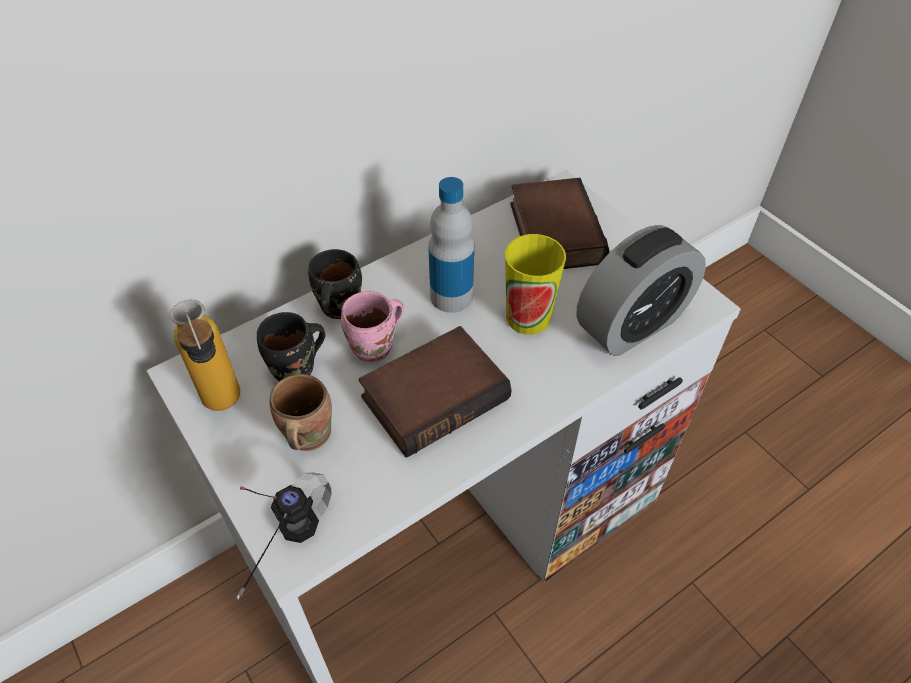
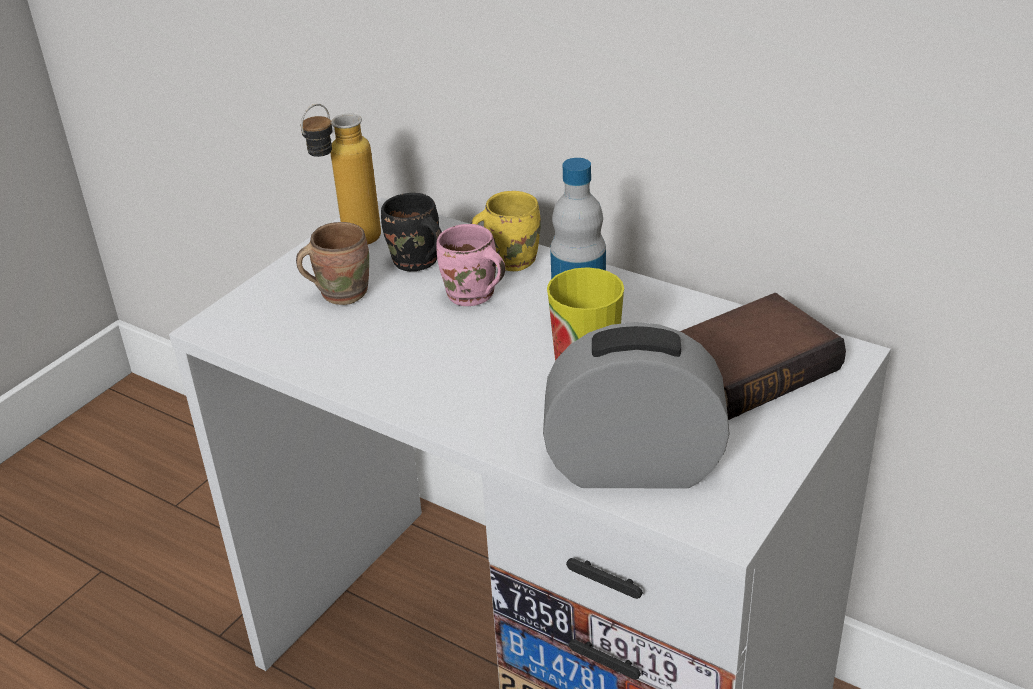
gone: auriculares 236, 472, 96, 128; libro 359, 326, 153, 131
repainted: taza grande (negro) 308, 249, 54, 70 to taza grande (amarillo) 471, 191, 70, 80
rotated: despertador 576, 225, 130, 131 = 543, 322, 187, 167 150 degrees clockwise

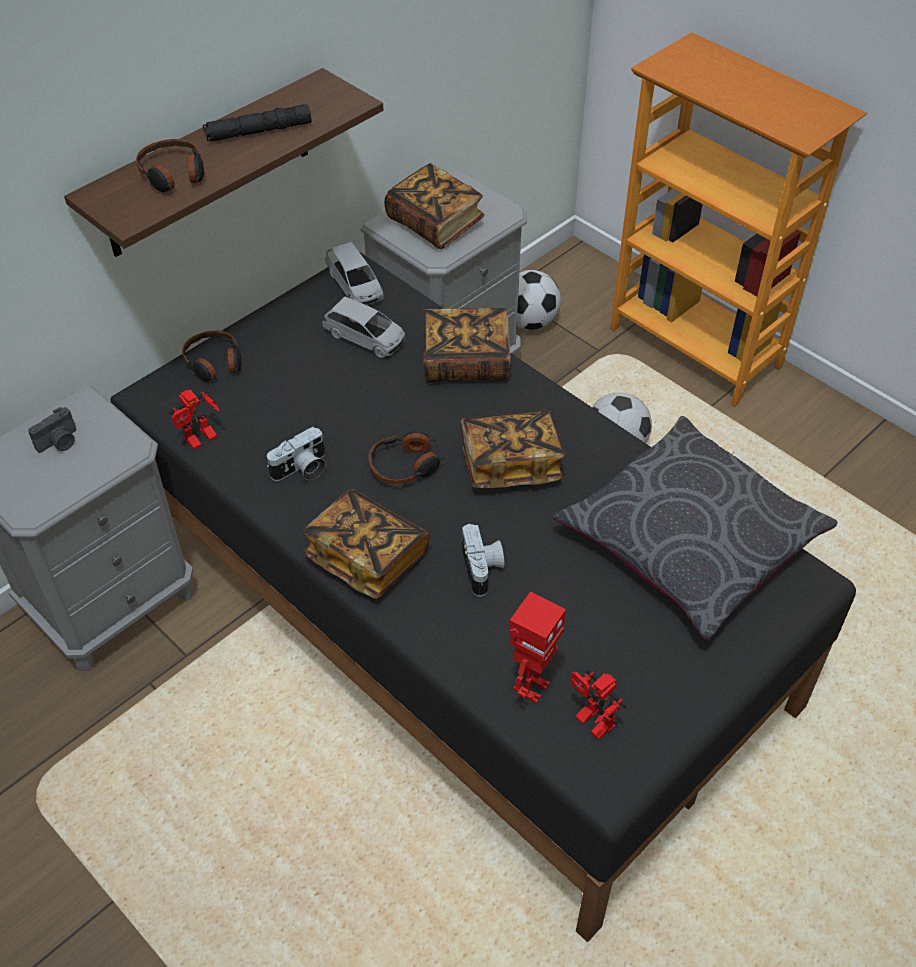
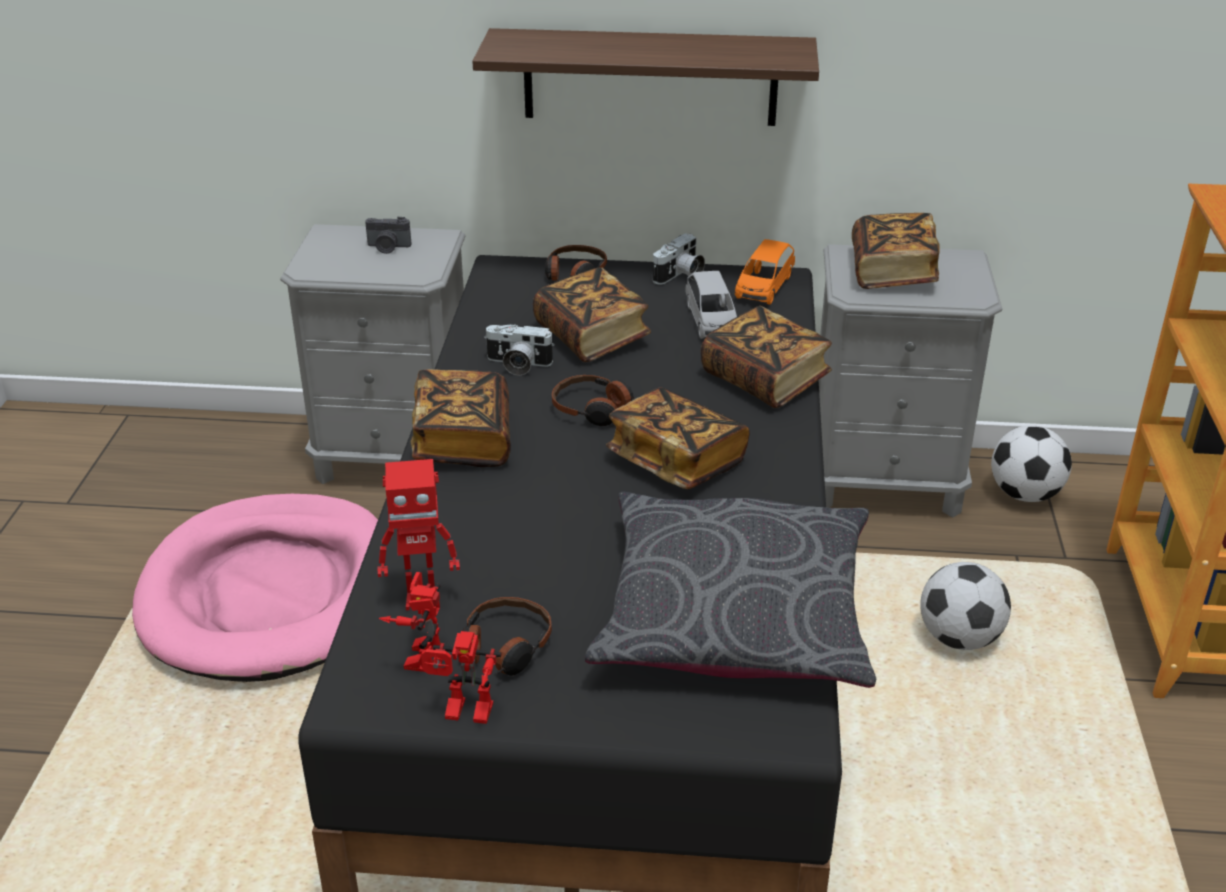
gone: linterna (negro) 203, 104, 108, 37
new: cama para perro (rosa) 132, 494, 246, 188; libro 533, 267, 118, 95
shifted: auriculares 136, 139, 68, 53 to 462, 597, 90, 79; robot de juguete 169, 389, 51, 61 to 421, 631, 81, 93; cámara 461, 524, 43, 73 to 653, 233, 52, 51
repainted: coche de juguete (gris) 325, 242, 59, 63 to coche de juguete (naranja) 735, 239, 60, 66

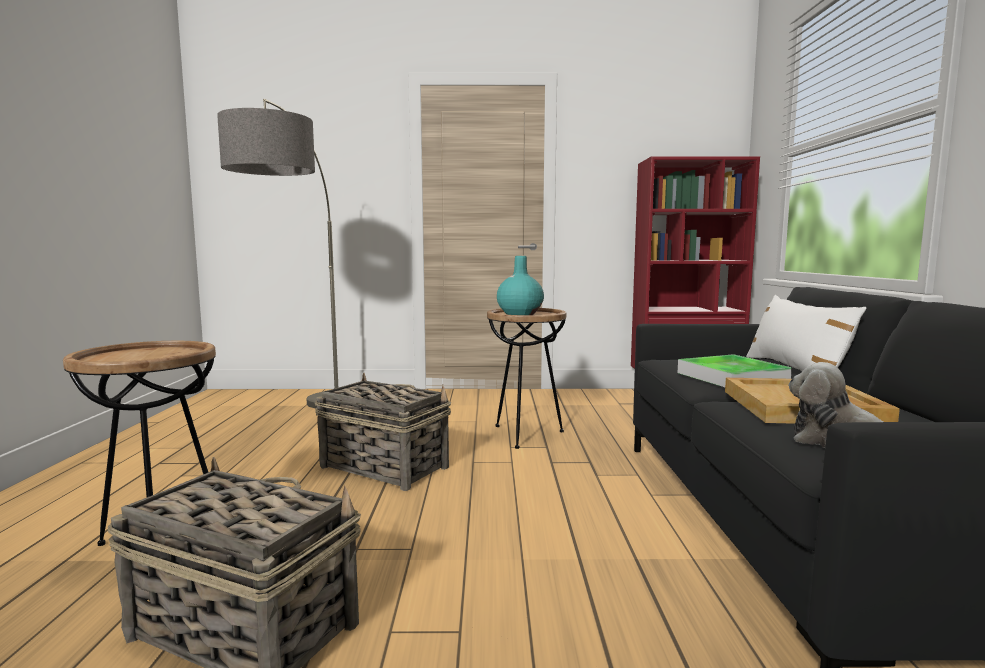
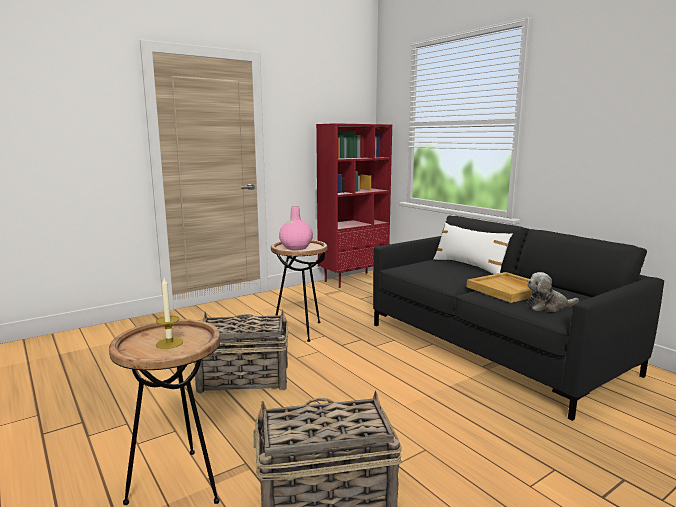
gone: lámpara de pie 217, 99, 122, 309; bandeja 678, 354, 114, 33
new: vela 156, 278, 27, 71
repainted: florero (turquesa) 497, 256, 47, 59 to florero (rosa) 279, 206, 34, 44

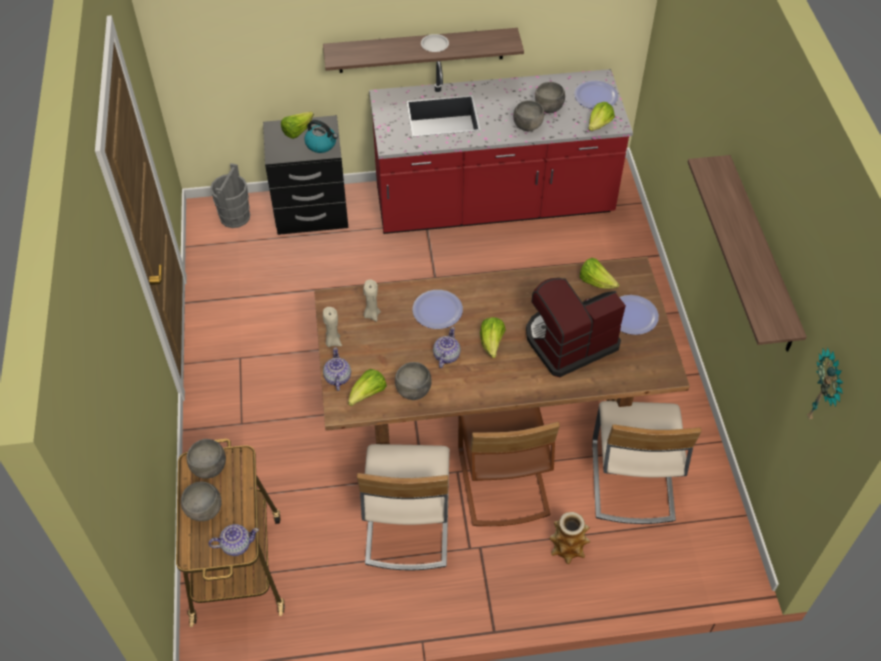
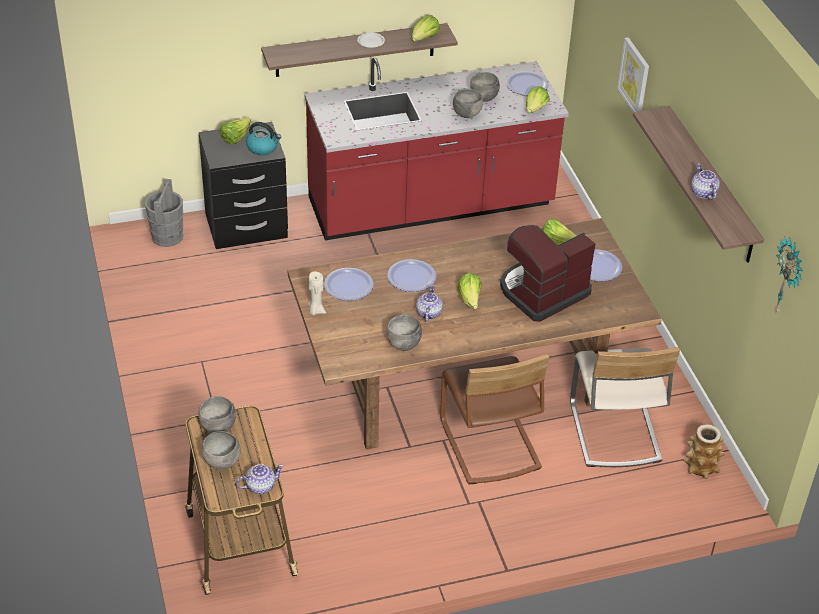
gone: silla (beis) 357, 444, 93, 126
new: cuadro 617, 37, 32, 75
shifted: tetera 323, 347, 28, 44 to 691, 163, 29, 37; lechuga 348, 369, 39, 37 to 412, 15, 28, 27; florero 549, 512, 41, 52 to 683, 424, 42, 55
swapped: vela (beis) 363, 279, 18, 43 to plato 324, 268, 50, 33

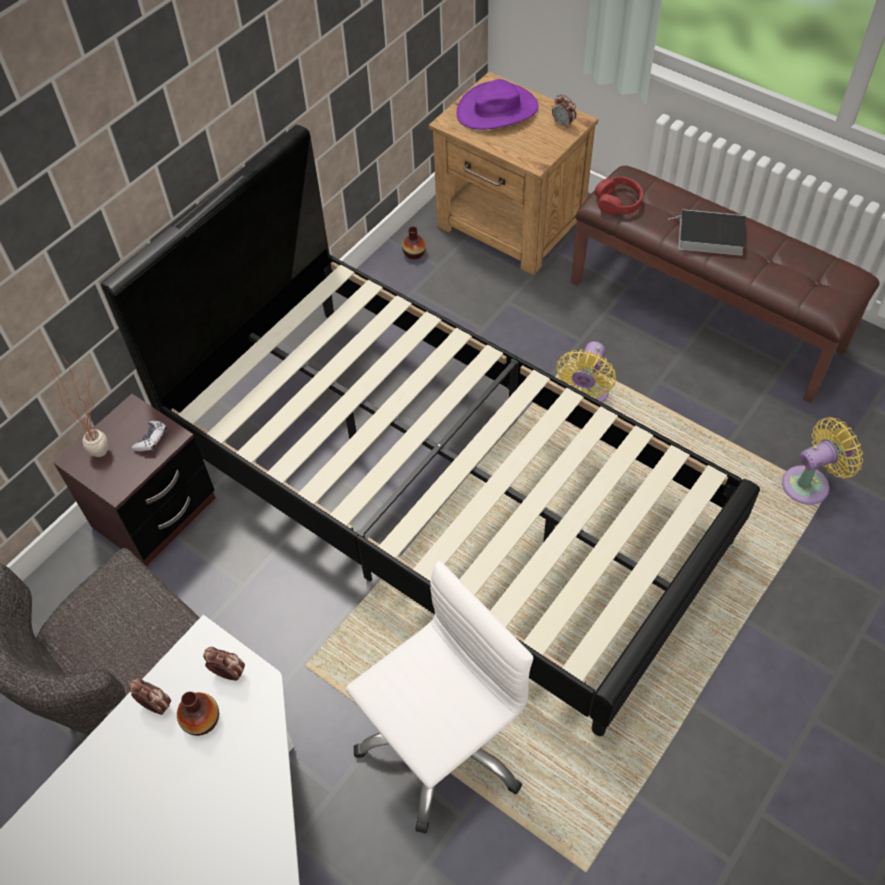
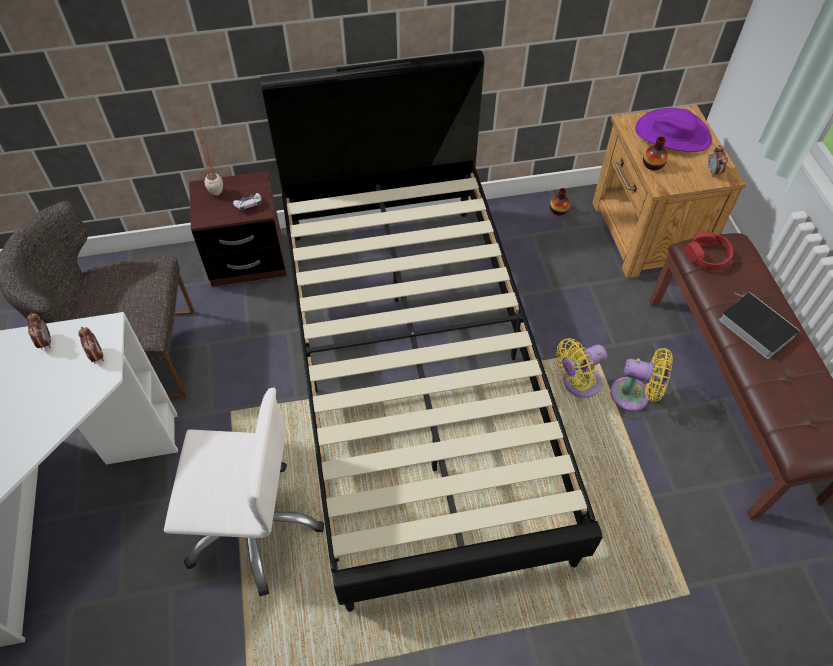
shifted: florero 177, 691, 42, 45 to 643, 136, 25, 34; ventilador (amarillo) 782, 417, 81, 88 to 610, 348, 63, 64

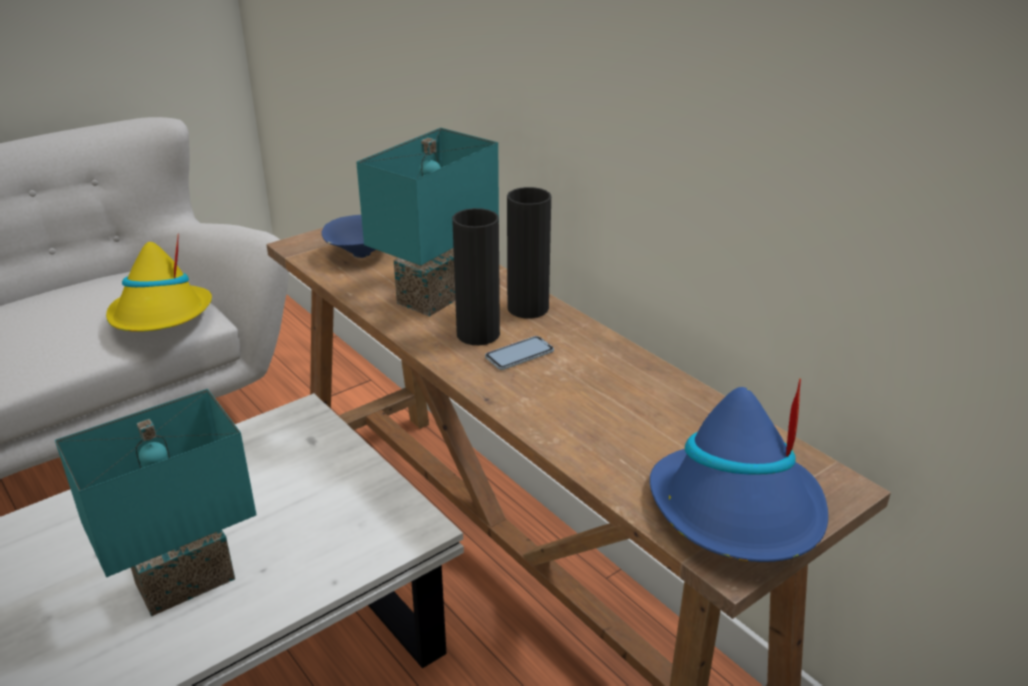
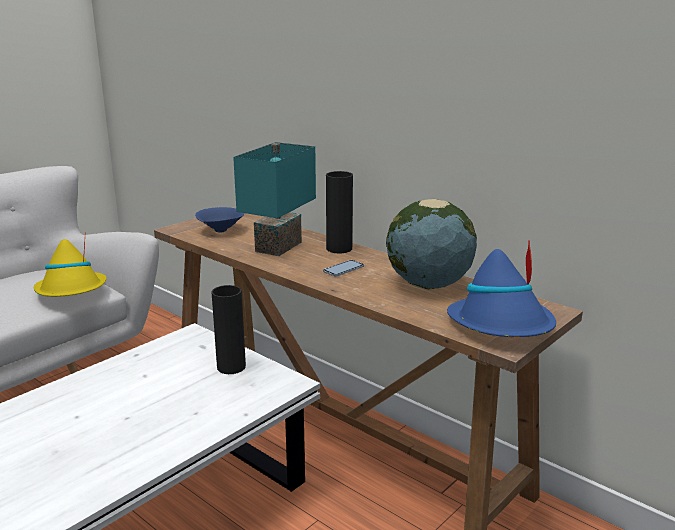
gone: lámpara de mesa (turquesa) 55, 389, 201, 227
new: globo terráqueo 386, 199, 91, 90
shifted: florero (negro) 452, 208, 48, 137 to 212, 285, 34, 89

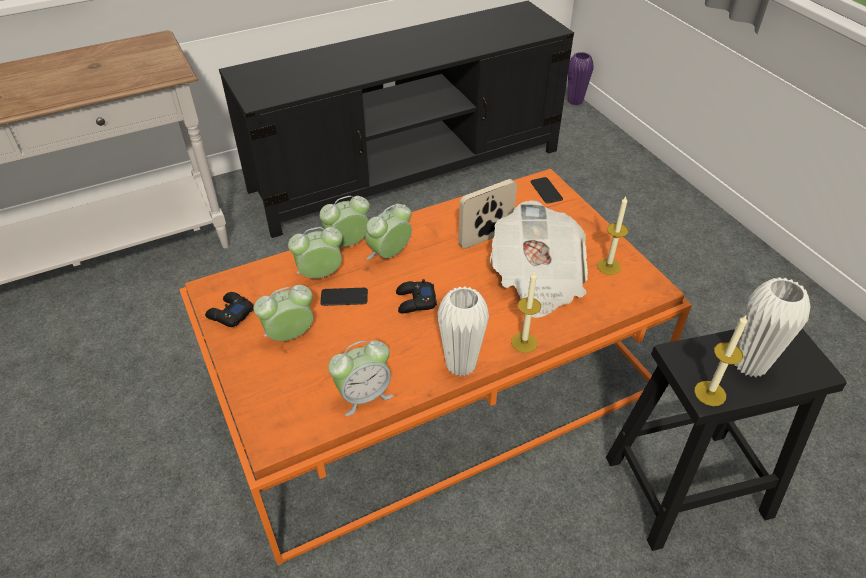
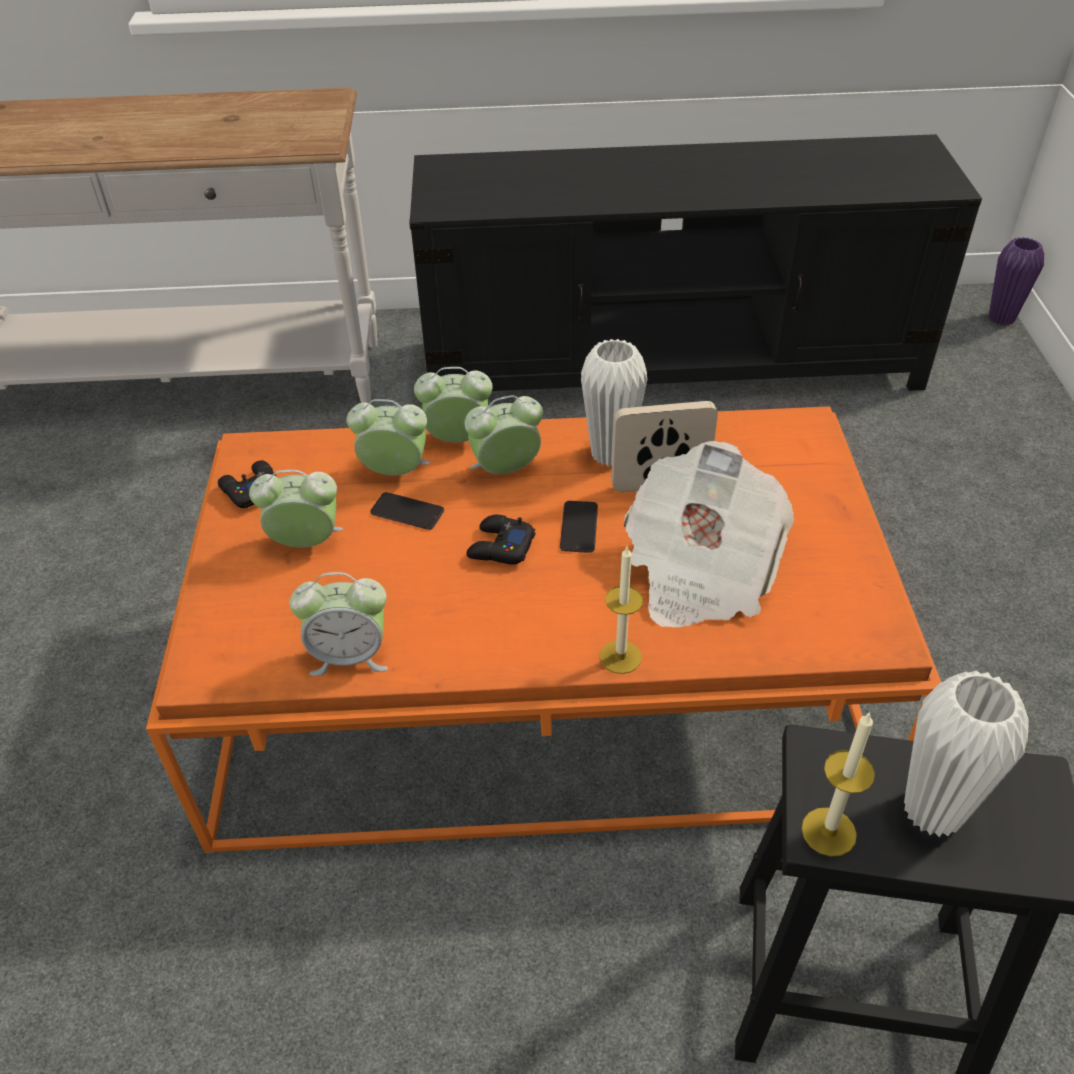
gone: vela 597, 196, 32, 79
shifted: florero (blanco) 437, 286, 52, 90 to 581, 339, 66, 128; móvil 530, 177, 33, 27 to 560, 501, 38, 52

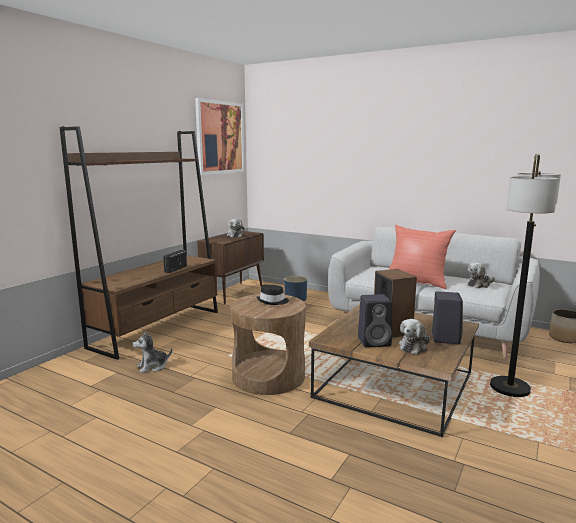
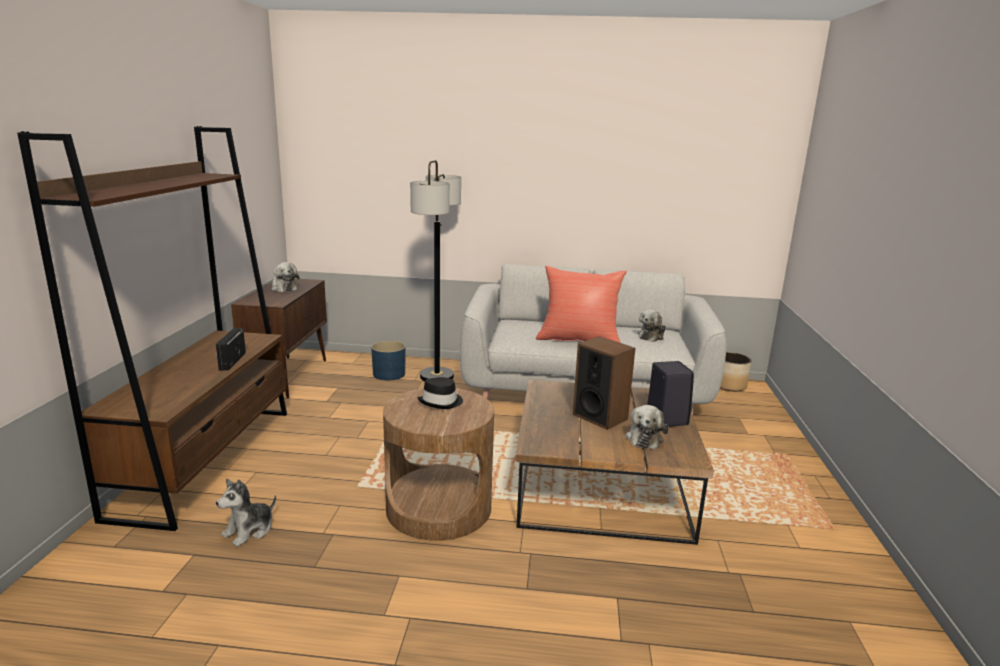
gone: cuadro 195, 98, 49, 77; altavoz (negro) 358, 294, 34, 54
shifted: lámpara de pie 490, 154, 71, 243 to 410, 160, 51, 221

